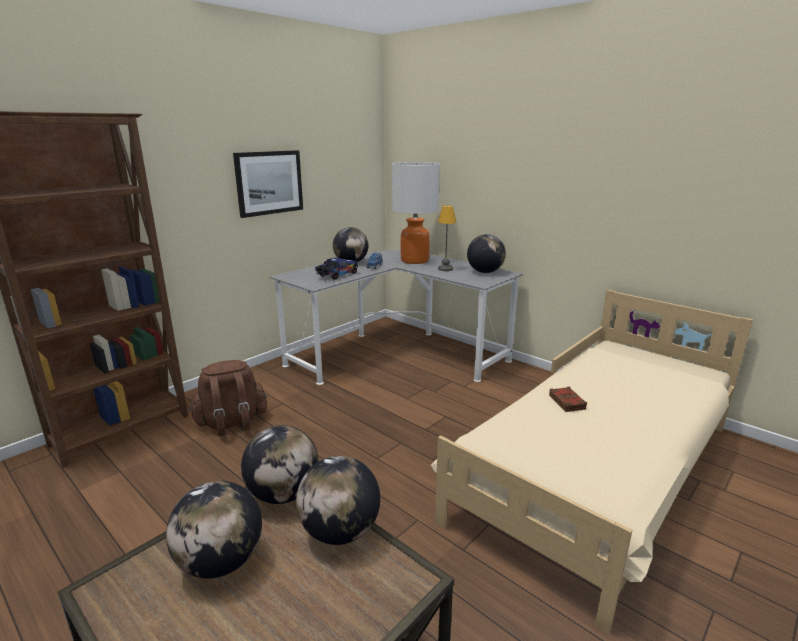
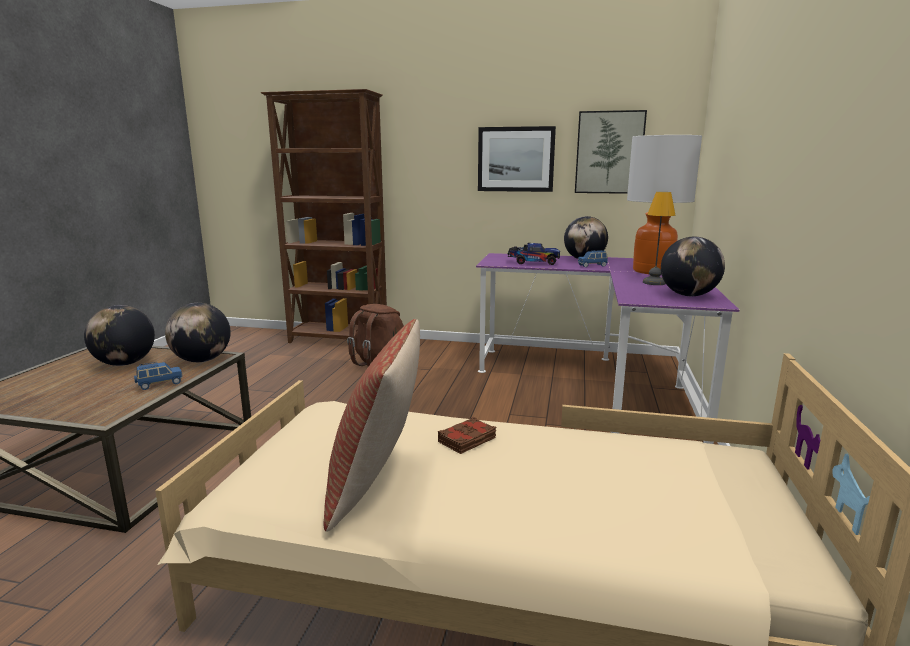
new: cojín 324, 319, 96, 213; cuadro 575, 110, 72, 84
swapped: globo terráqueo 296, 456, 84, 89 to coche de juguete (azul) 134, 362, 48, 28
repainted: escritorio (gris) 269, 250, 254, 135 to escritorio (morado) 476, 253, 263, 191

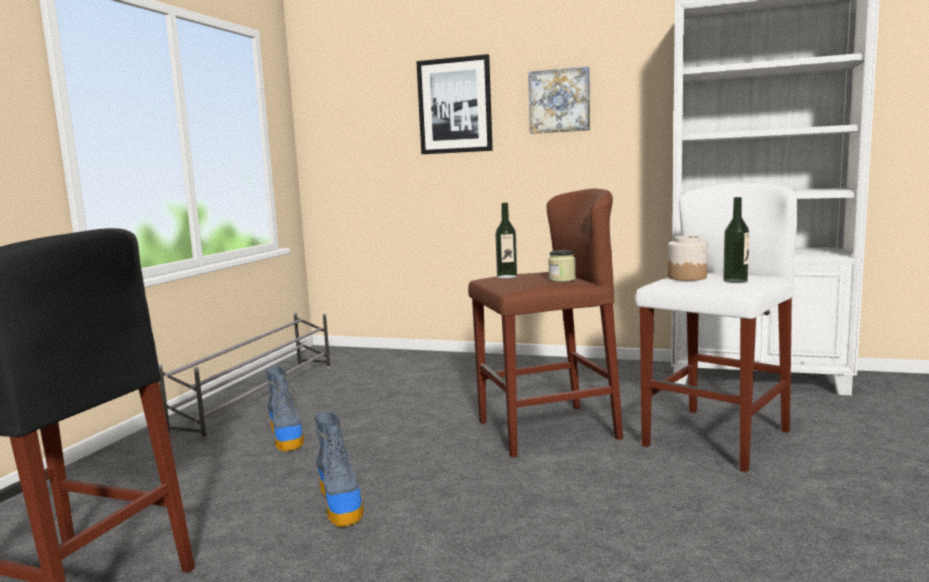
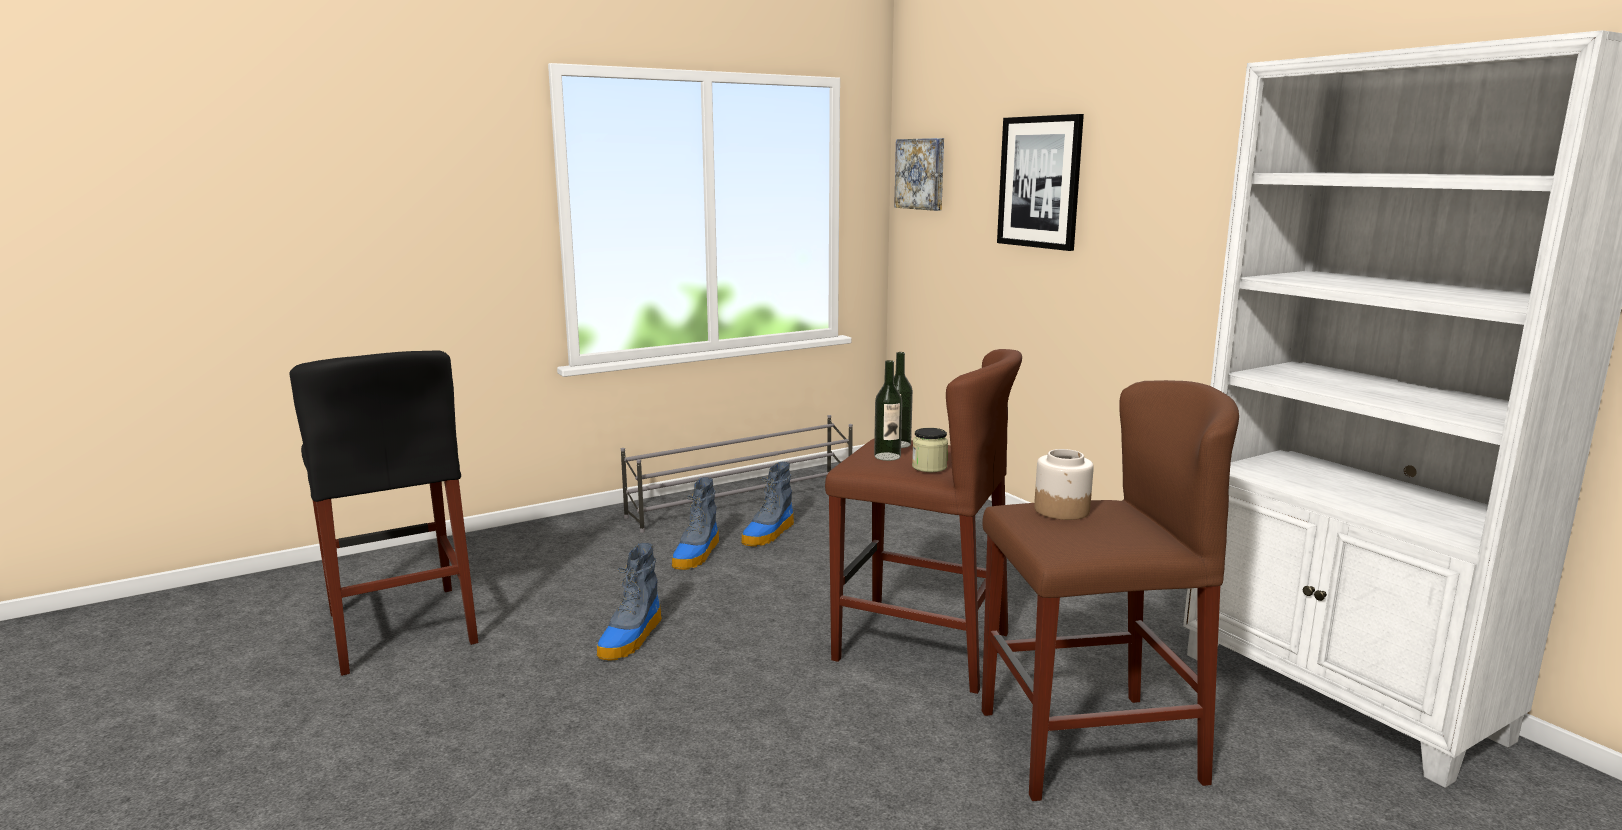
new: bota 741, 462, 53, 85
shifted: cuadro 528, 67, 62, 67 to 894, 138, 50, 73; botella 723, 197, 26, 86 to 874, 360, 28, 101
repainted: taburete (blanco) 635, 183, 163, 290 to taburete (marrón) 982, 380, 257, 421

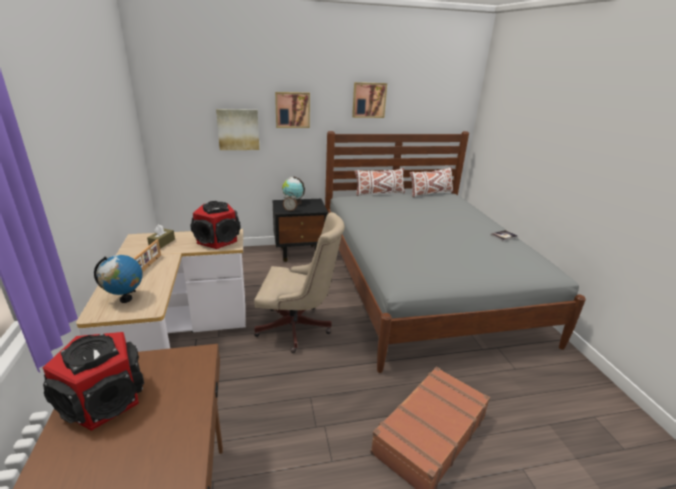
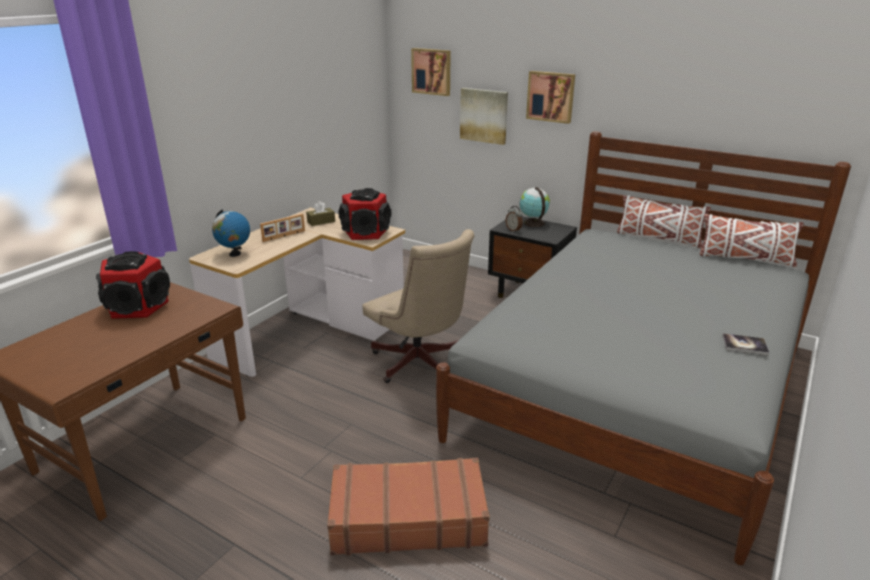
shifted: cuadro 352, 82, 35, 36 to 411, 48, 40, 48

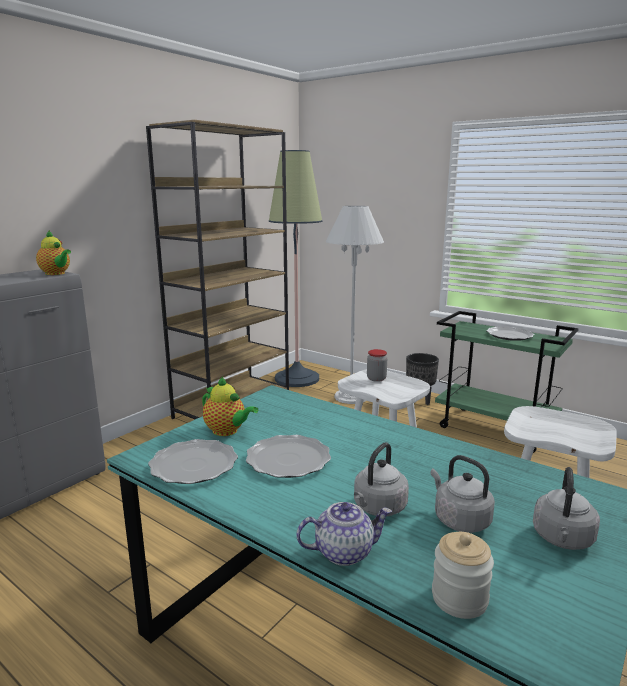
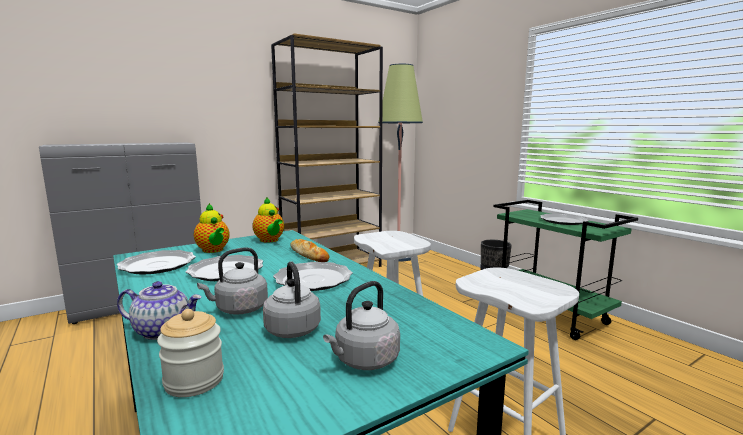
gone: lámpara de pie (blanco) 326, 206, 58, 198; tarro 367, 349, 20, 33
new: plato 273, 262, 80, 29; pan 290, 239, 39, 23
shifted: tetera 36, 230, 35, 45 to 252, 198, 32, 45

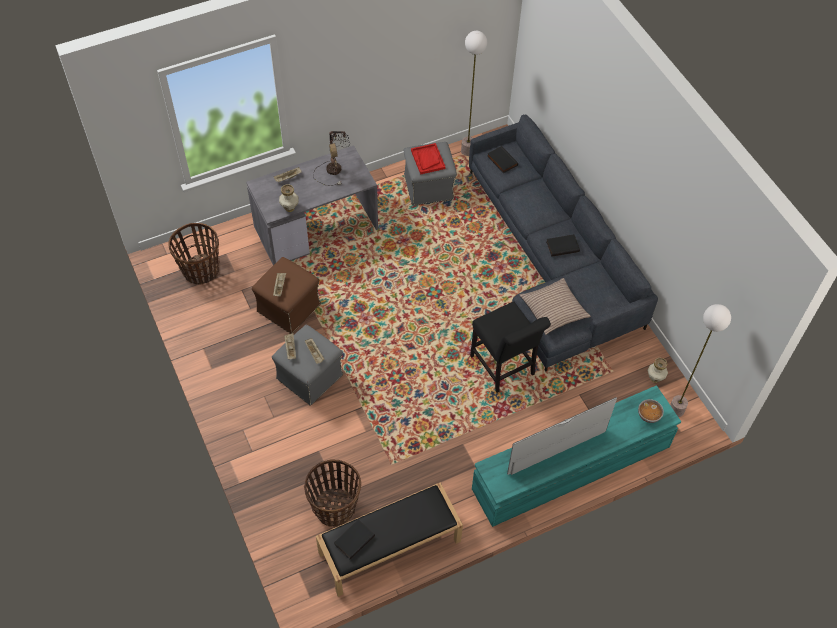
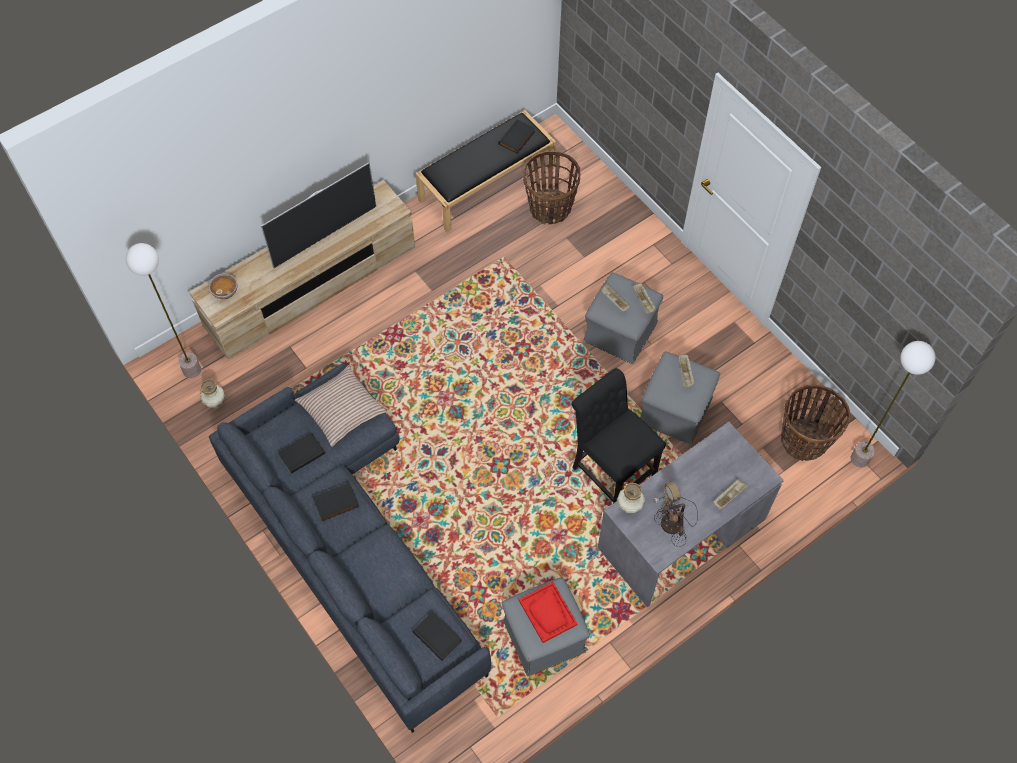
new: libro (negro) 278, 432, 47, 41
shifted: florero 279, 184, 20, 28 to 617, 483, 28, 30; lámpara de pie 461, 31, 26, 125 to 851, 341, 85, 126; silla (negro) 470, 302, 81, 91 to 571, 368, 95, 135
repainted: puf (marrón) 252, 257, 69, 77 to puf (gris) 640, 351, 80, 94; mueble de televisión (turquesa) 472, 386, 209, 141 to mueble de televisión (beis) 189, 180, 226, 179

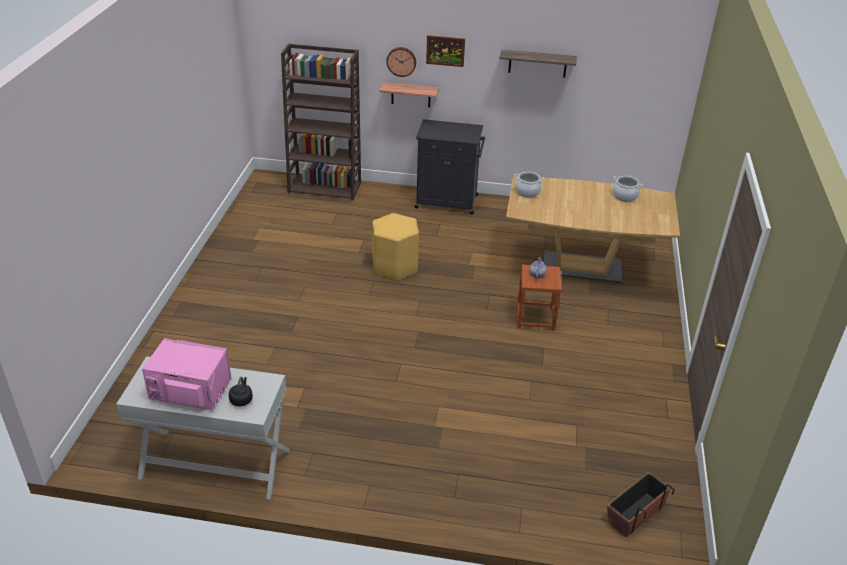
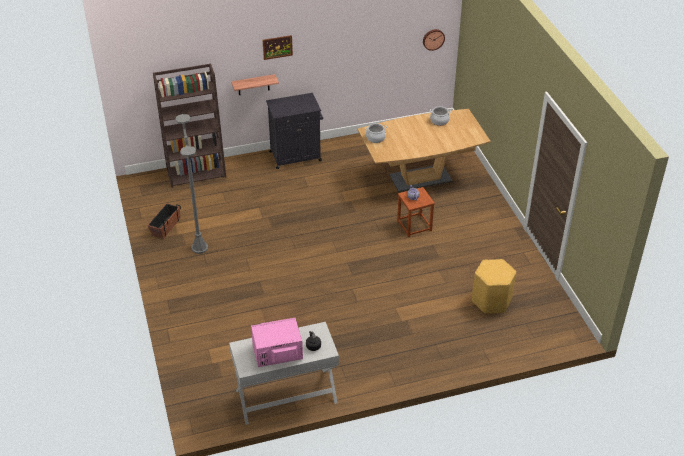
gone: estante 500, 49, 77, 29
new: lámpara de pie (gris) 175, 114, 33, 140
shifted: taburete (amarillo) 372, 213, 47, 68 to 472, 259, 44, 55; reloj de pared 386, 47, 30, 30 to 423, 29, 22, 22; maceta 607, 472, 68, 65 to 147, 203, 34, 36

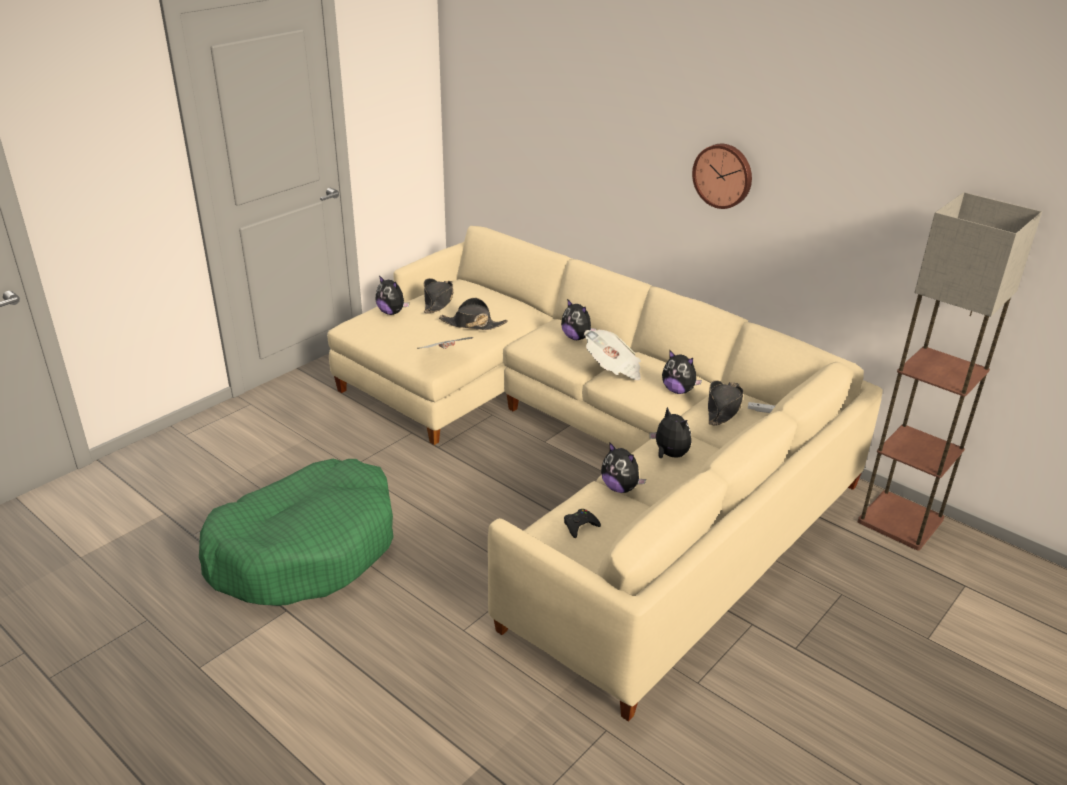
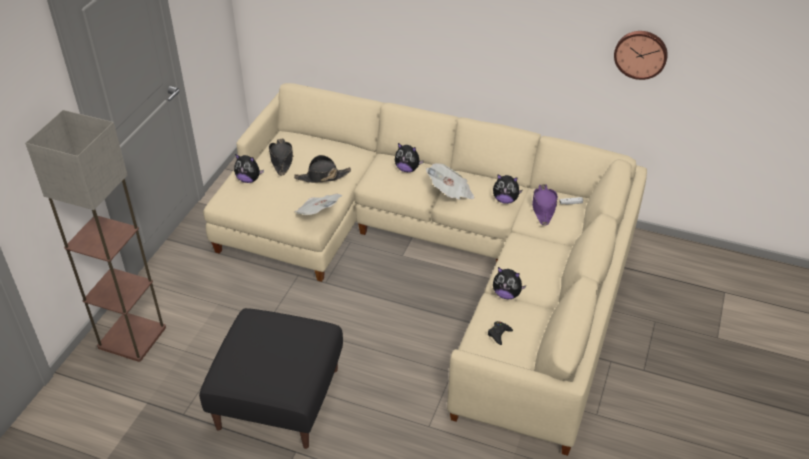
gone: peluche 649, 407, 43, 51
shifted: reloj de pared 692, 144, 60, 65 to 614, 31, 54, 49; lámpara de pie 858, 192, 184, 359 to 25, 110, 141, 252
swapped: cama para perro (verde) 199, 459, 195, 147 to puf (negro) 199, 308, 144, 141
repainted: sombrero (negro) 708, 380, 35, 46 to sombrero (morado) 532, 184, 26, 42

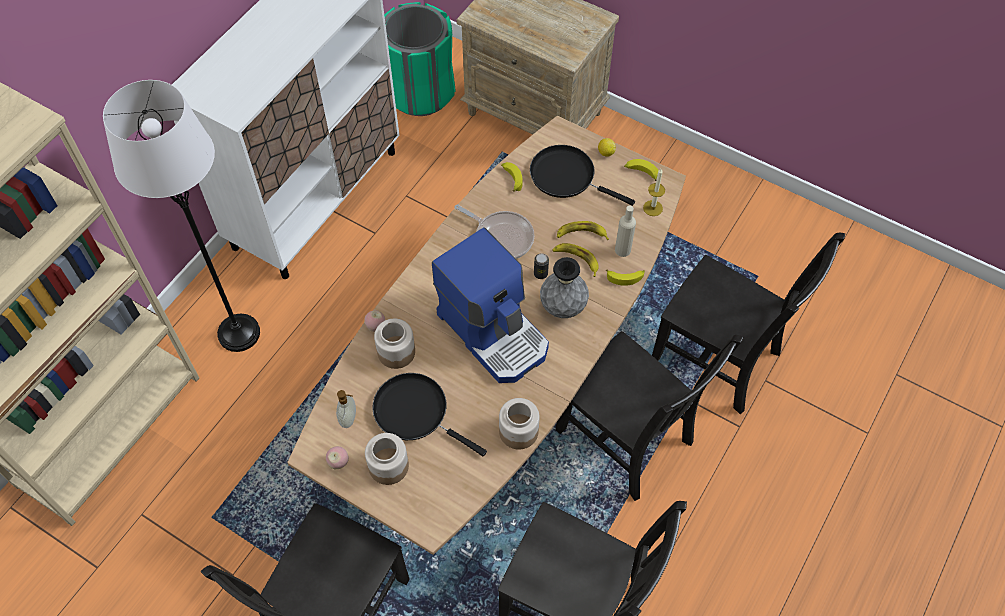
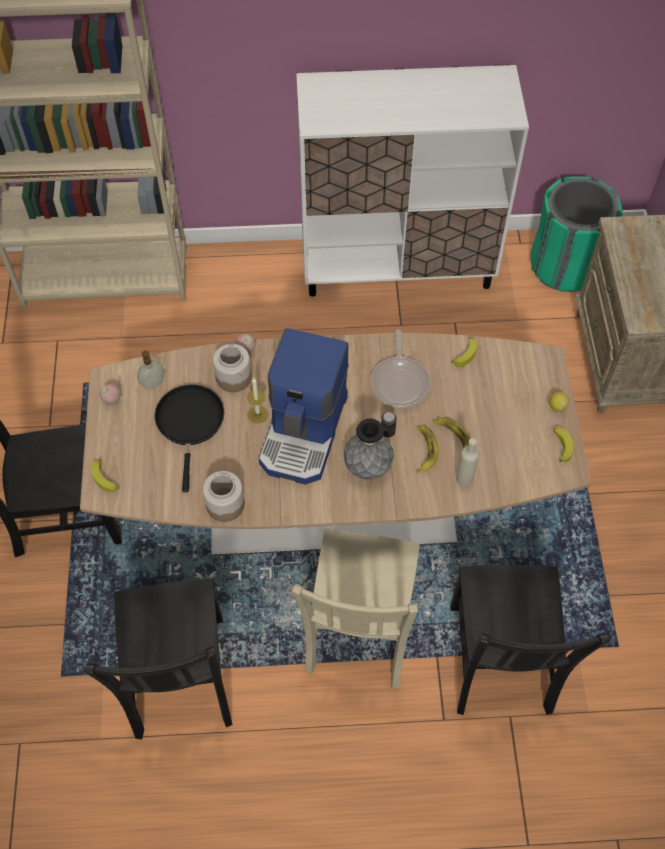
gone: lámpara de pie (blanco) 103, 80, 157, 272; tarro 365, 433, 44, 52; sartén (negro) 530, 145, 105, 61
shifted: plátano 606, 269, 39, 17 to 91, 459, 28, 33; vela 643, 169, 22, 47 to 247, 378, 21, 45
repainted: silla (negro) 556, 331, 188, 170 to silla (beis) 292, 529, 128, 159

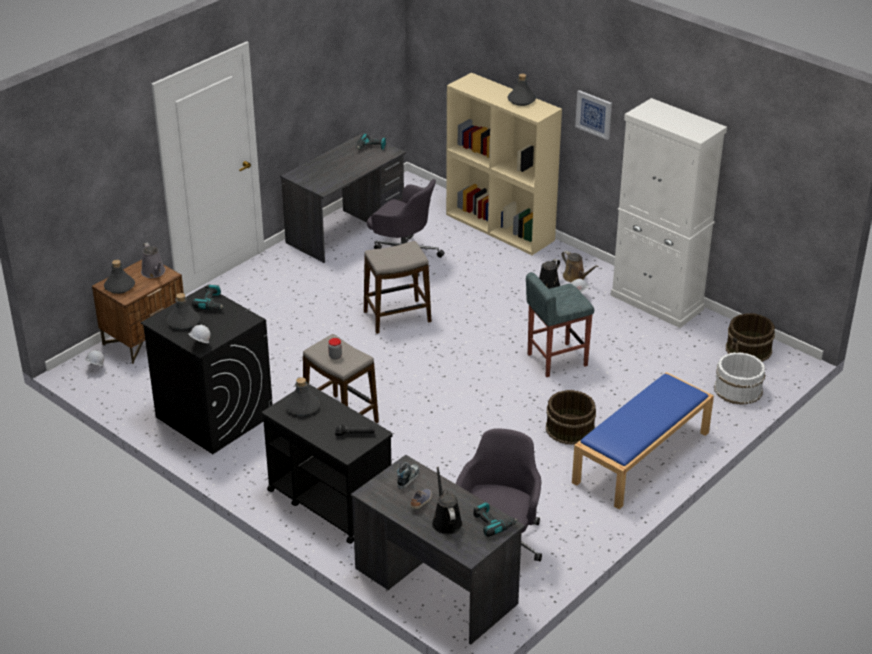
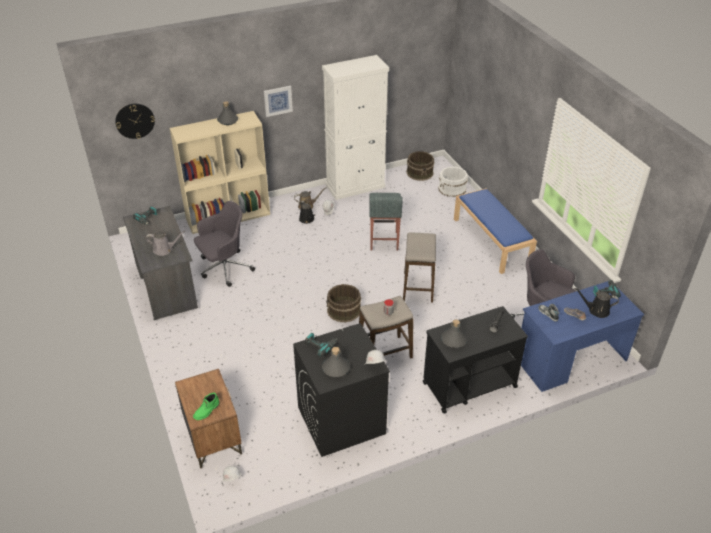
new: reloj de pared 115, 104, 40, 35
shifted: regadera (gris) 141, 242, 24, 36 to 146, 231, 40, 25; taburete 364, 241, 67, 93 to 403, 233, 33, 70; cubo (marrón) 546, 390, 50, 55 to 326, 284, 35, 39
swapped: botella (gris) 104, 260, 31, 34 to bota (verde) 193, 393, 26, 27
repainted: escritorio (gris) 351, 455, 174, 190 to escritorio (azul) 521, 281, 123, 111

